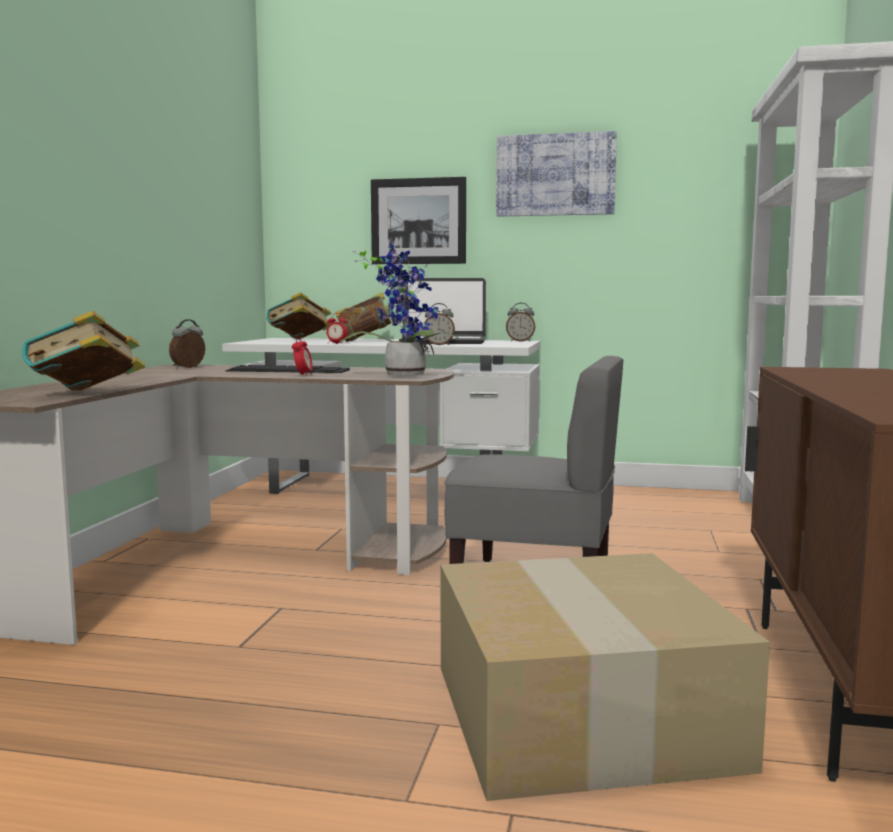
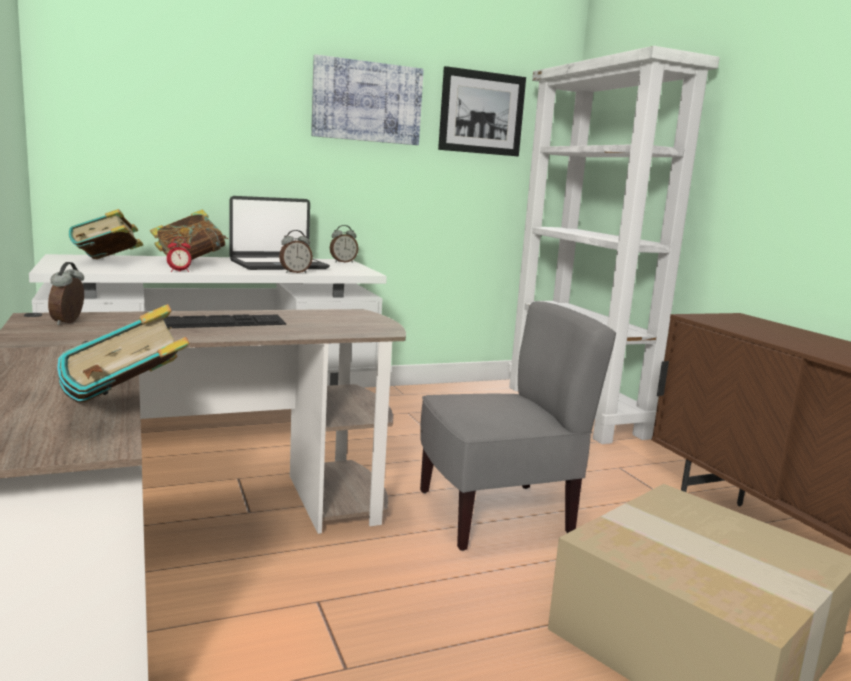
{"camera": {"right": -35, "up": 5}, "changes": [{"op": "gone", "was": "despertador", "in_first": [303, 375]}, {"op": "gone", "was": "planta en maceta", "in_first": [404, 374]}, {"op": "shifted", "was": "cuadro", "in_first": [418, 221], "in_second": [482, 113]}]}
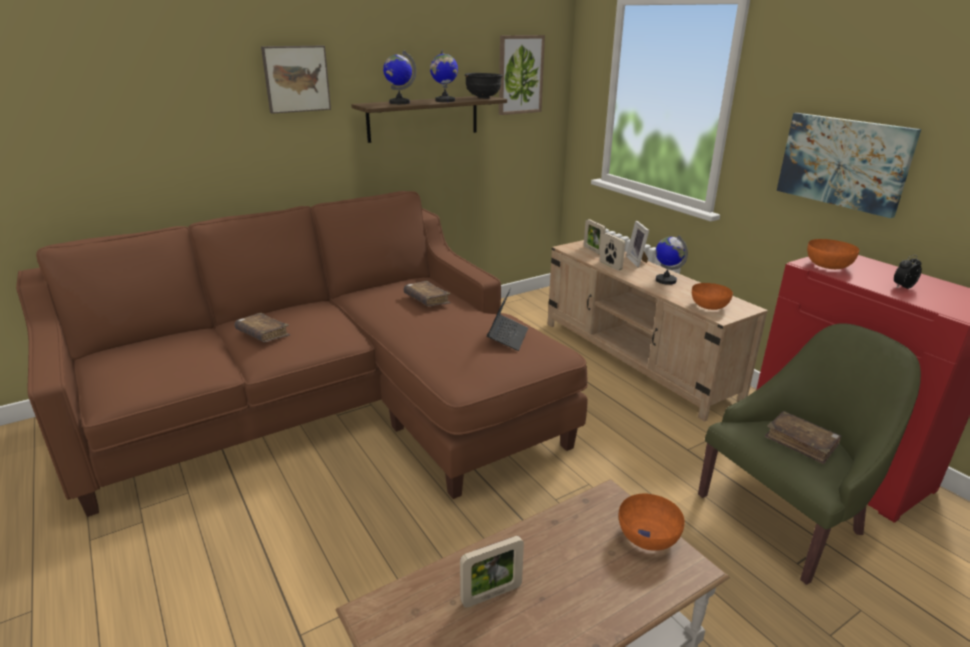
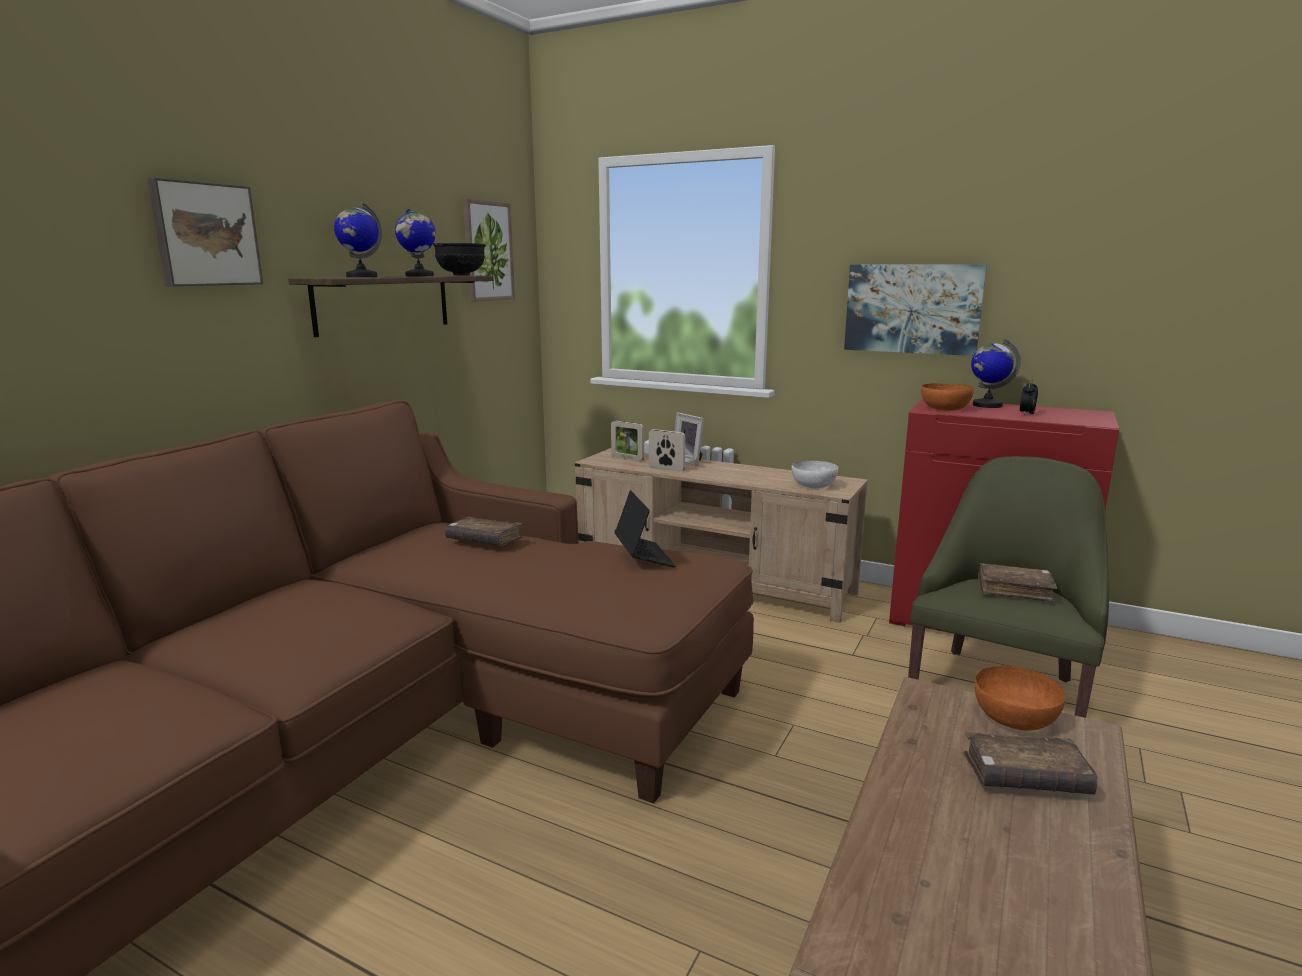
{"camera": {"right": -30, "up": -10}, "changes": [{"op": "shifted", "was": "libro/marrón", "in_first": [263, 334], "in_second": [1025, 777]}, {"op": "gone", "was": "portarretratos", "in_first": [491, 595]}, {"op": "shifted", "was": "globo terráqueo", "in_first": [665, 280], "in_second": [987, 405]}, {"op": "repainted", "was": "cuenco/naranja", "now": "cuenco/blanco", "in_first": [708, 306], "in_second": [813, 486]}]}
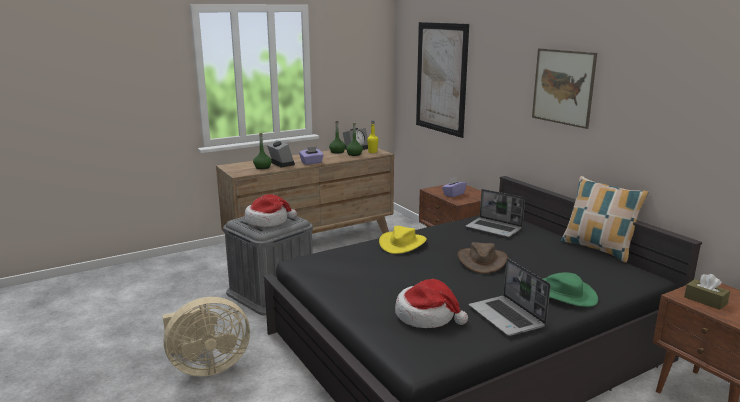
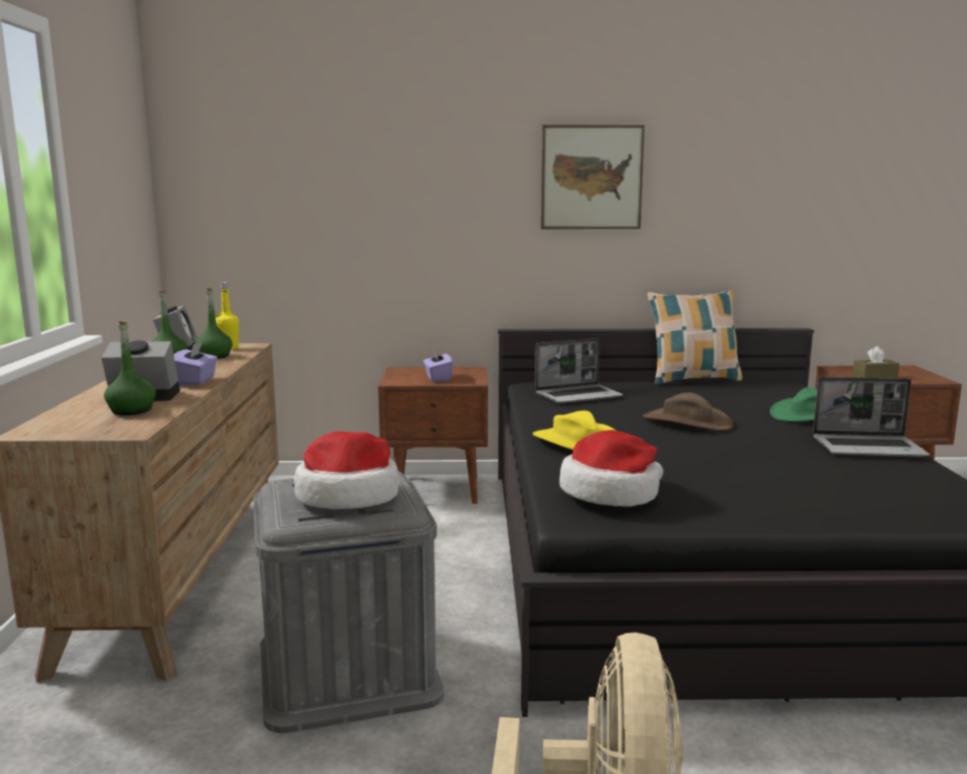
{"camera": {"right": -60, "up": -5}, "changes": [{"op": "shifted", "was": "sombrero", "in_first": [426, 316], "in_second": [611, 493]}, {"op": "gone", "was": "cuadro", "in_first": [441, 78]}]}
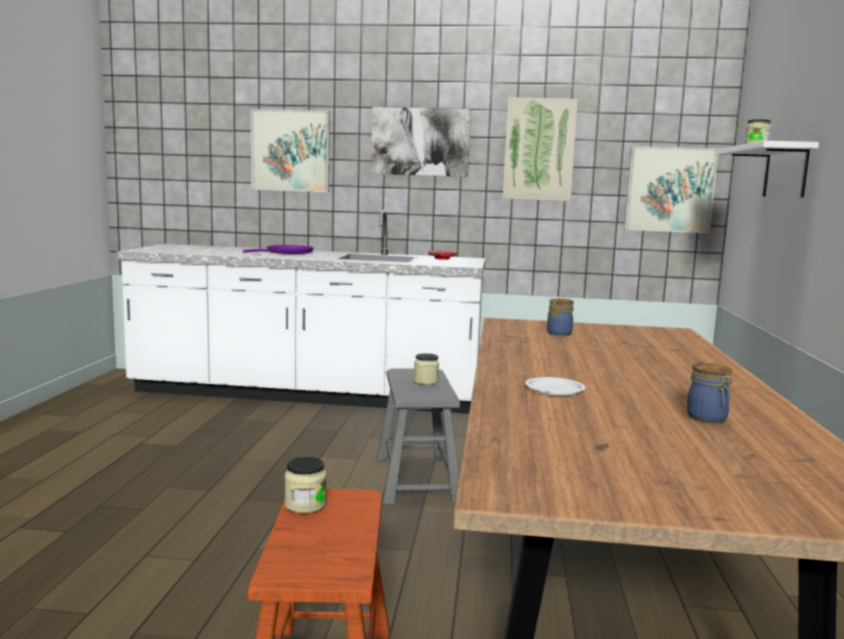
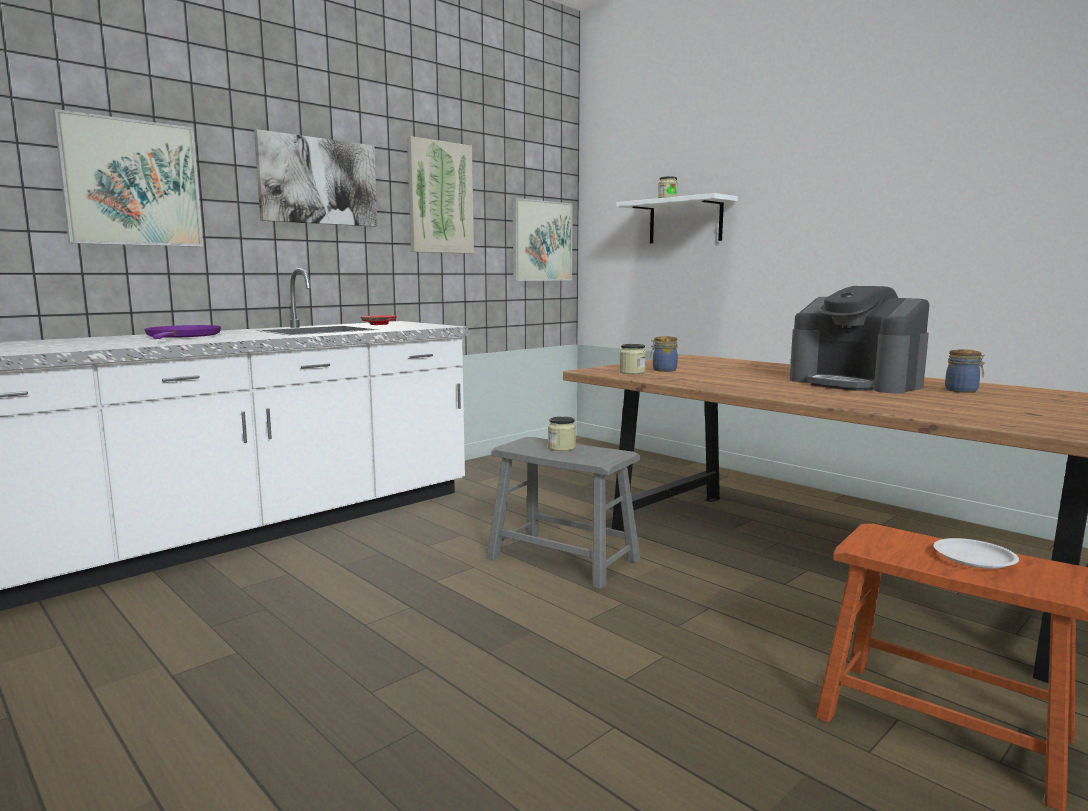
{"camera": {"right": -50, "up": 0}, "changes": [{"op": "shifted", "was": "tarro", "in_first": [305, 505], "in_second": [632, 372]}, {"op": "shifted", "was": "plato/blanco", "in_first": [554, 390], "in_second": [975, 558]}, {"op": "new", "now": "cafetera", "in_second": [856, 383]}]}
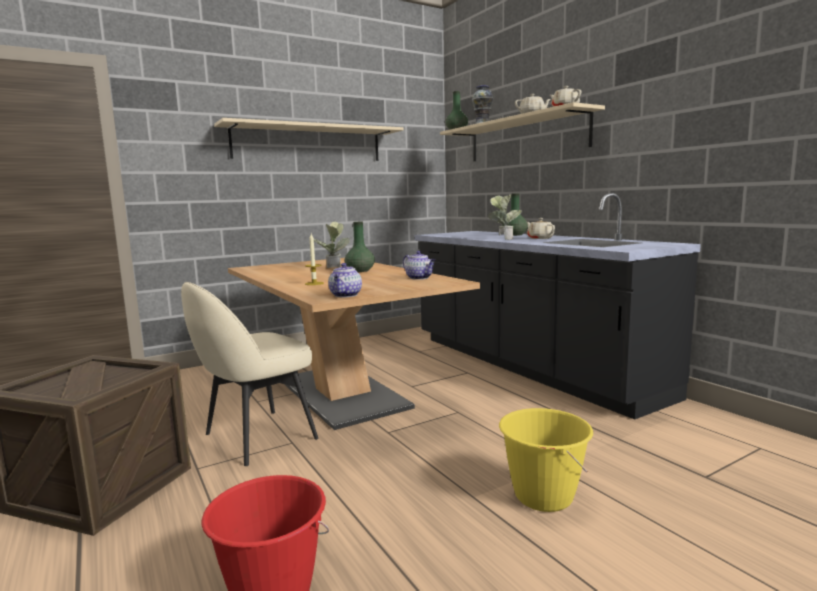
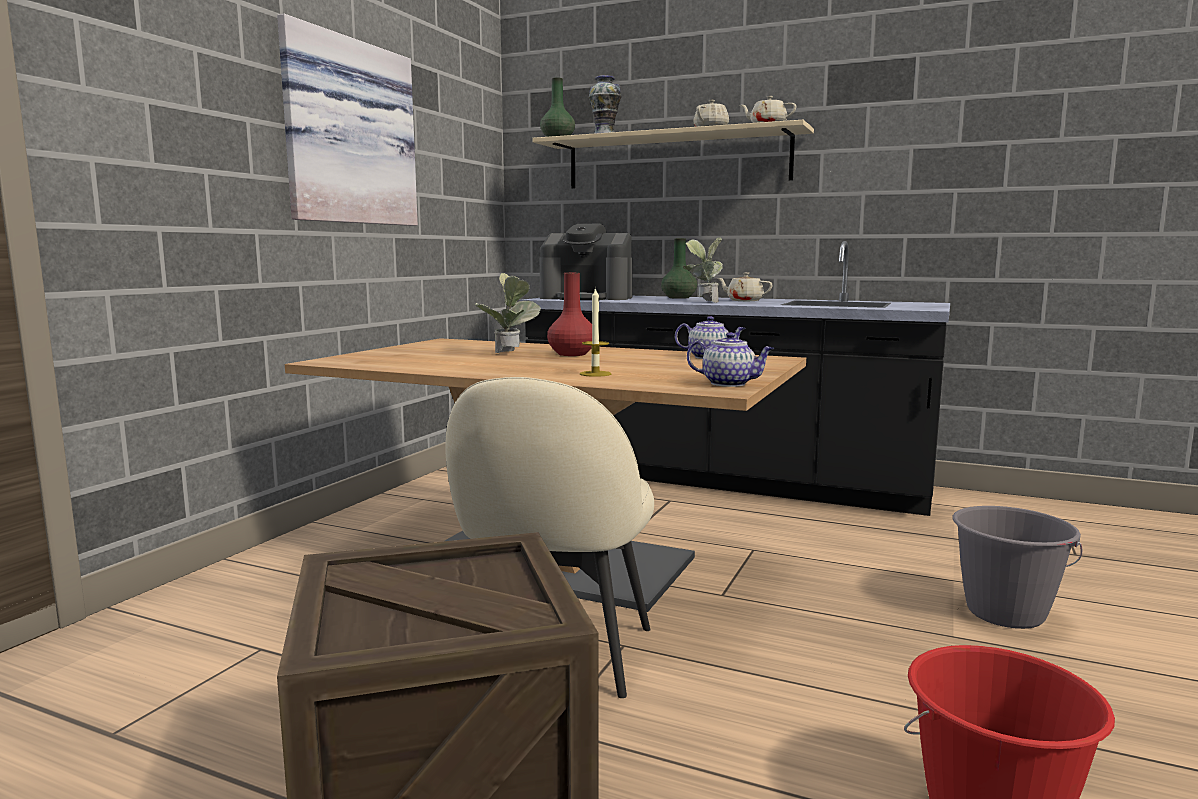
{"camera": {"right": -35, "up": 0}, "changes": [{"op": "swapped", "was": "estante/beis", "now": "cuadro", "in_first": [308, 144], "in_second": [347, 133]}, {"op": "rotated", "was": "tetera", "in_first": [346, 295], "in_second": [730, 384], "clockwise": -45}, {"op": "repainted", "was": "florero/verde", "now": "florero/rojo", "in_first": [360, 271], "in_second": [572, 354]}, {"op": "repainted", "was": "cubo/amarillo", "now": "cubo/gris", "in_first": [543, 496], "in_second": [1005, 613]}, {"op": "new", "now": "cafetera", "in_second": [587, 298]}]}
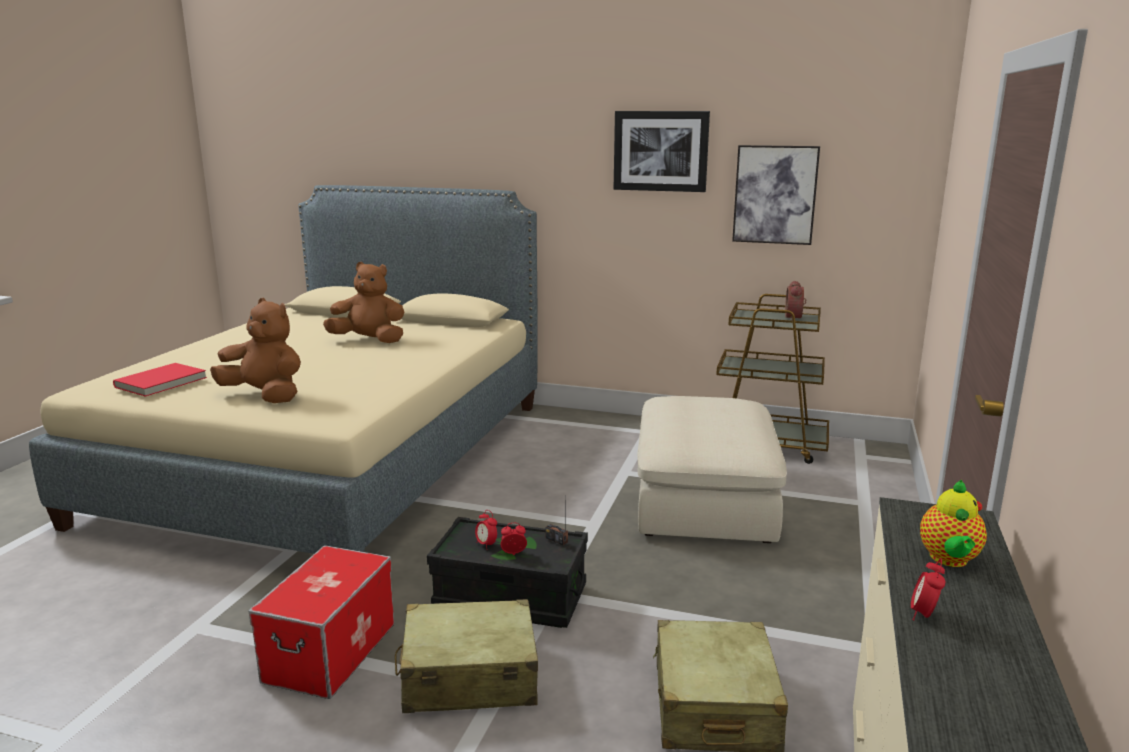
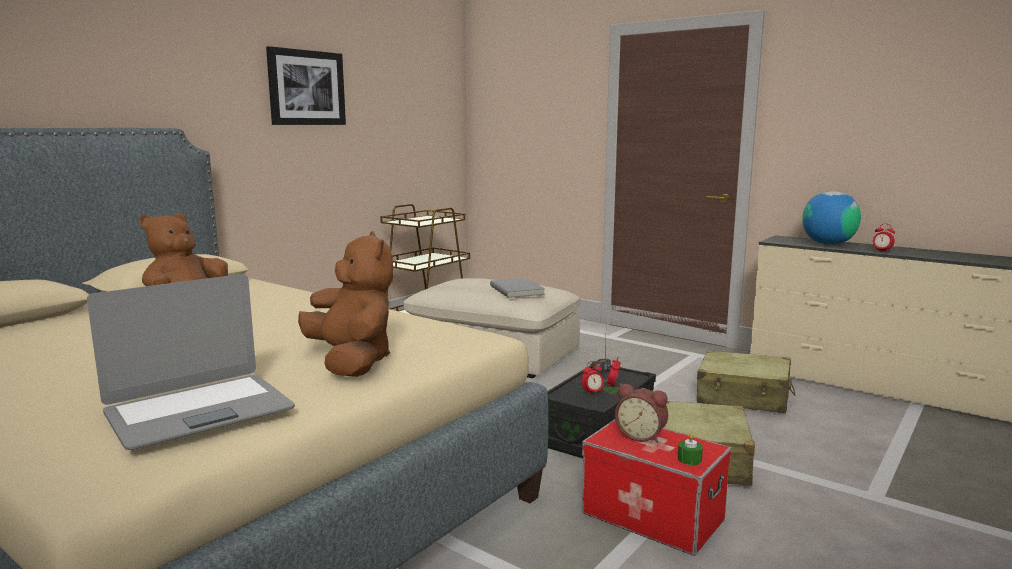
{"camera": {"right": -70, "up": -5}, "changes": [{"op": "swapped", "was": "libro/rojo", "now": "portátil", "in_first": [162, 382], "in_second": [199, 411]}, {"op": "rotated", "was": "peluche/marrón", "in_first": [265, 396], "in_second": [352, 362], "clockwise": 105}, {"op": "gone", "was": "cuadro", "in_first": [775, 195]}, {"op": "shifted", "was": "despertador", "in_first": [795, 317], "in_second": [641, 436]}, {"op": "swapped", "was": "tetera", "now": "globo terráqueo", "in_first": [949, 560], "in_second": [828, 244]}, {"op": "new", "now": "libro/gris", "in_second": [518, 290]}, {"op": "new", "now": "vela/verde", "in_second": [689, 459]}]}
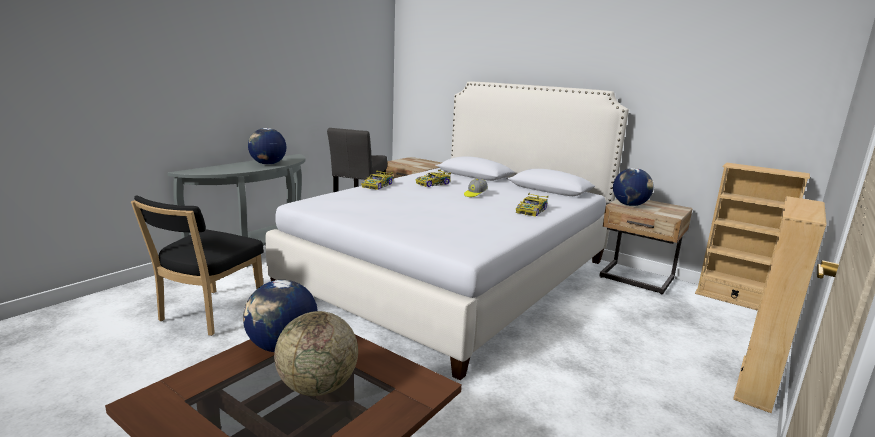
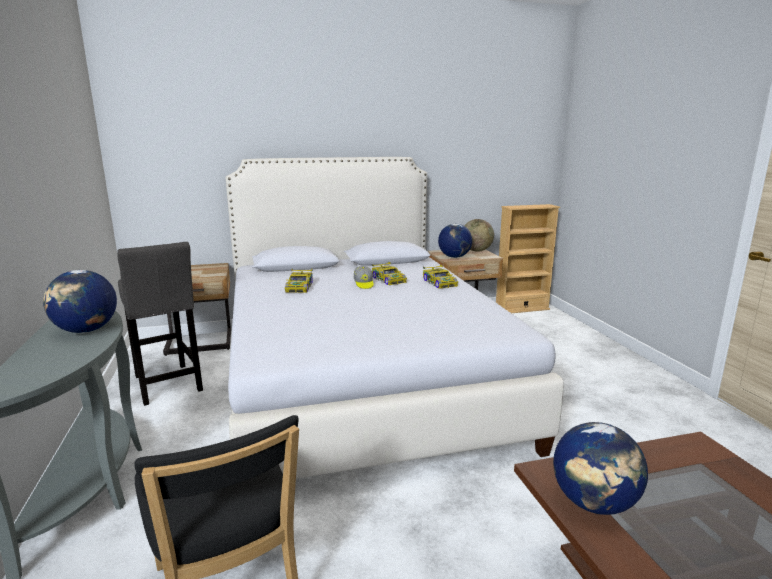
{"camera": {"right": -50, "up": 0}, "changes": [{"op": "shifted", "was": "globo terráqueo", "in_first": [318, 387], "in_second": [476, 251]}, {"op": "shifted", "was": "coche de juguete", "in_first": [378, 185], "in_second": [388, 279]}, {"op": "gone", "was": "estantería/beis", "in_first": [756, 383]}]}
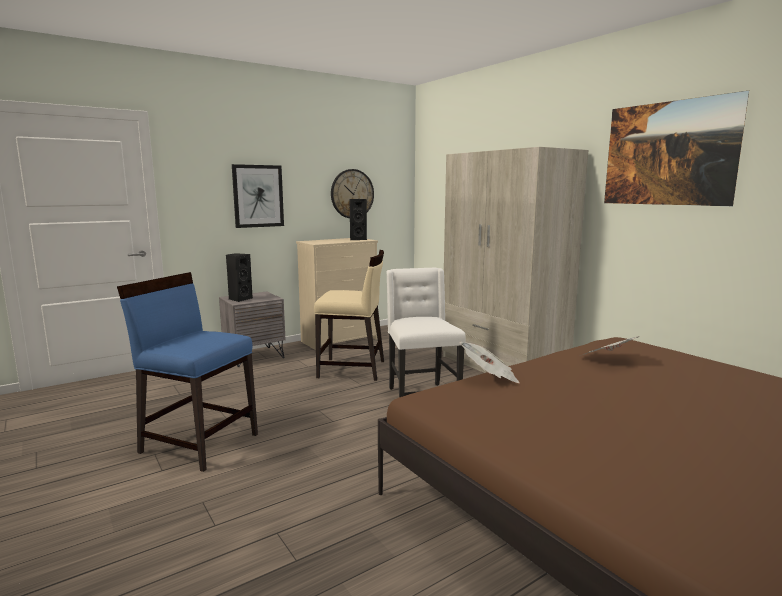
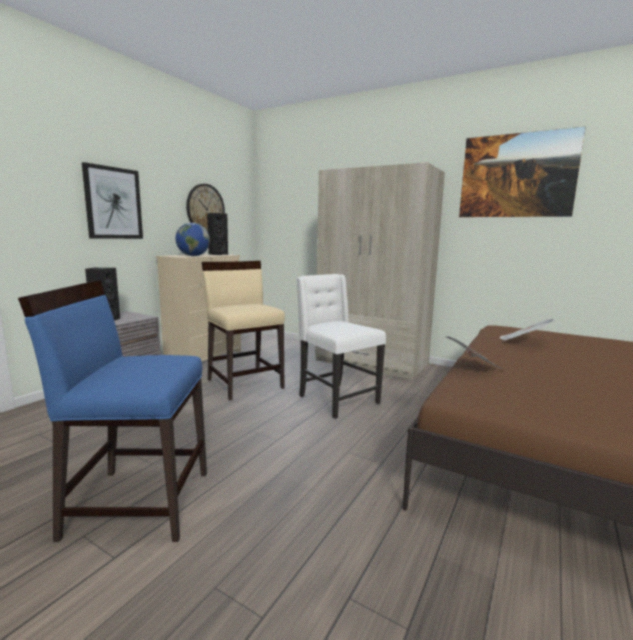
{"camera": {"right": -25, "up": 0}, "changes": [{"op": "rotated", "was": "silla/beis", "in_first": [352, 369], "in_second": [245, 383], "clockwise": -105}, {"op": "new", "now": "globo terráqueo", "in_second": [193, 256]}]}
